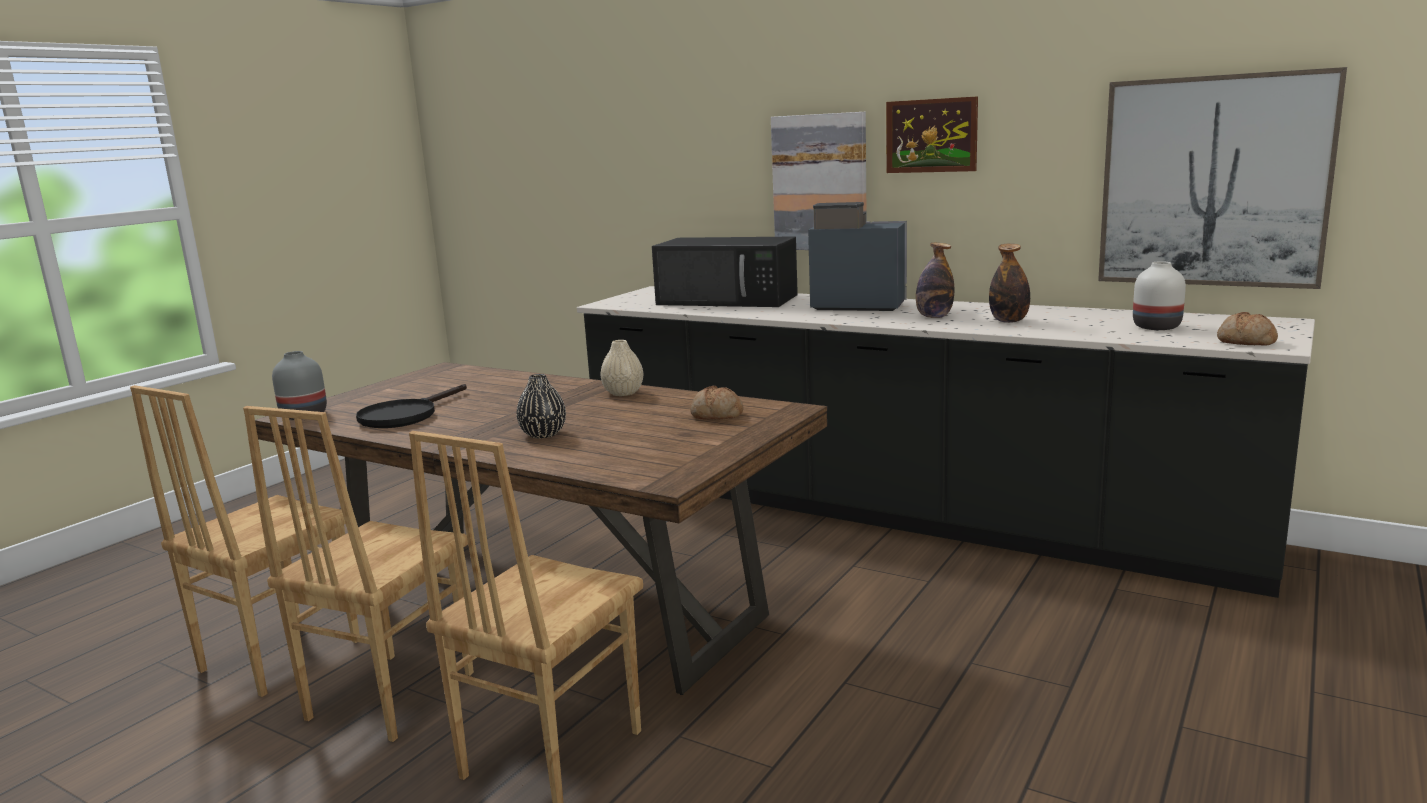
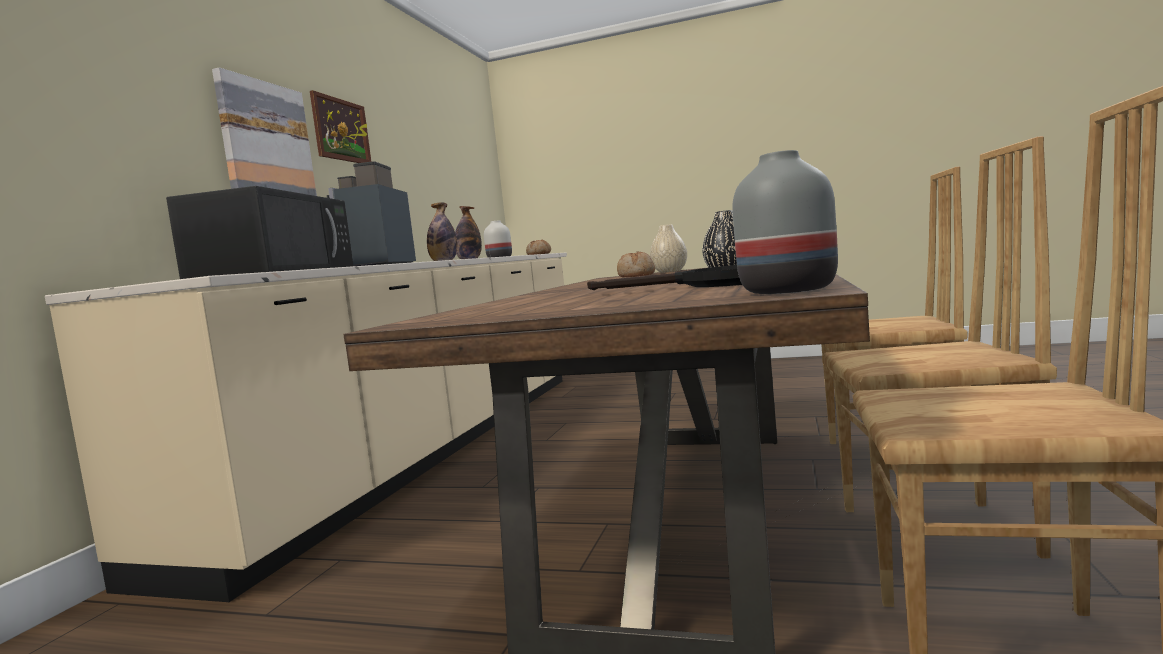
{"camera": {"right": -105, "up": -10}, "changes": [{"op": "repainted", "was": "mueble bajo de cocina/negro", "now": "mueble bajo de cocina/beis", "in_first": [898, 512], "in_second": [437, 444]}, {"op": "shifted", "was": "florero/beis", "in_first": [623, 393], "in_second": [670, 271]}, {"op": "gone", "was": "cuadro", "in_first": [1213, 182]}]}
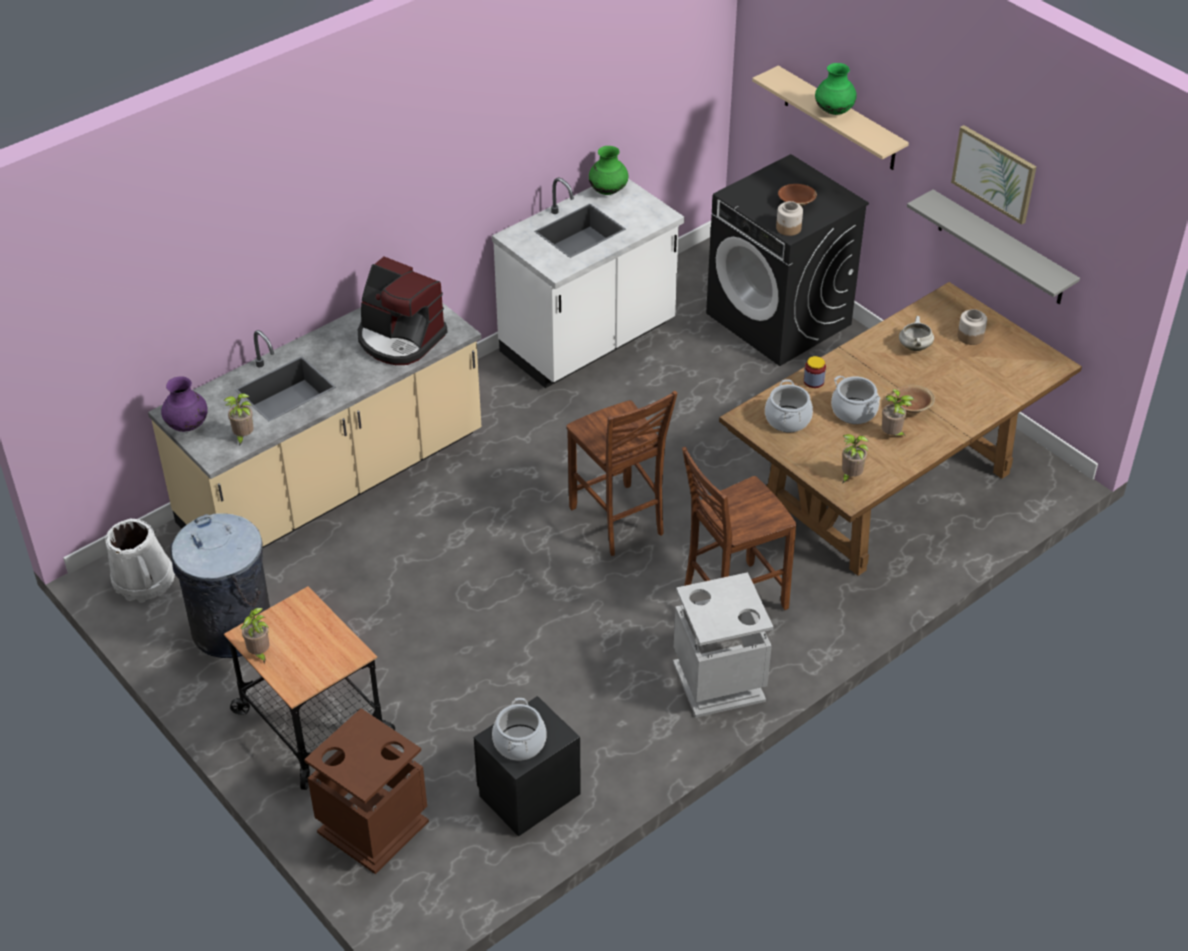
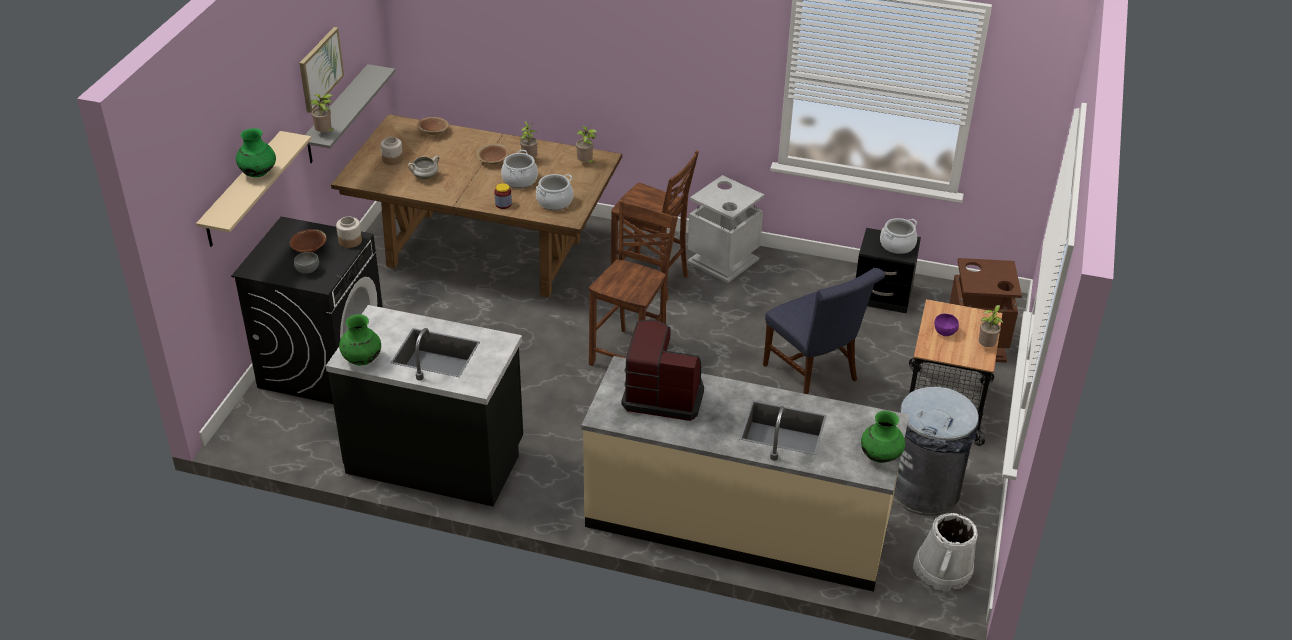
{"camera": {"right": -125, "up": -5}, "changes": [{"op": "repainted", "was": "florero/morado", "now": "florero/verde", "in_first": [187, 425], "in_second": [880, 456]}, {"op": "shifted", "was": "planta en maceta", "in_first": [243, 437], "in_second": [325, 133]}, {"op": "rotated", "was": "cafetera", "in_first": [400, 339], "in_second": [663, 395], "clockwise": -75}, {"op": "repainted", "was": "mueble bajo de cocina/blanco", "now": "mueble bajo de cocina/negro", "in_first": [589, 341], "in_second": [436, 458]}, {"op": "new", "now": "cuenco/gris", "in_second": [307, 270]}, {"op": "new", "now": "cuenco/marrón", "in_second": [433, 132]}, {"op": "new", "now": "silla/azul", "in_second": [814, 375]}, {"op": "new", "now": "cuenco/morado", "in_second": [945, 332]}]}
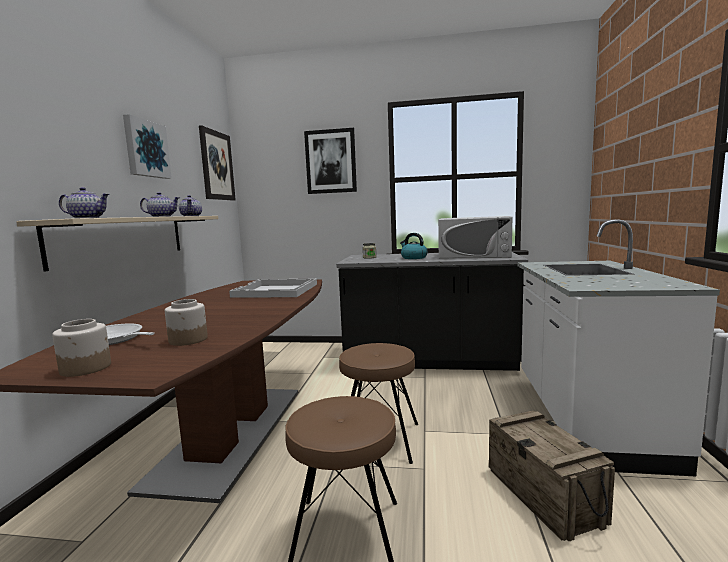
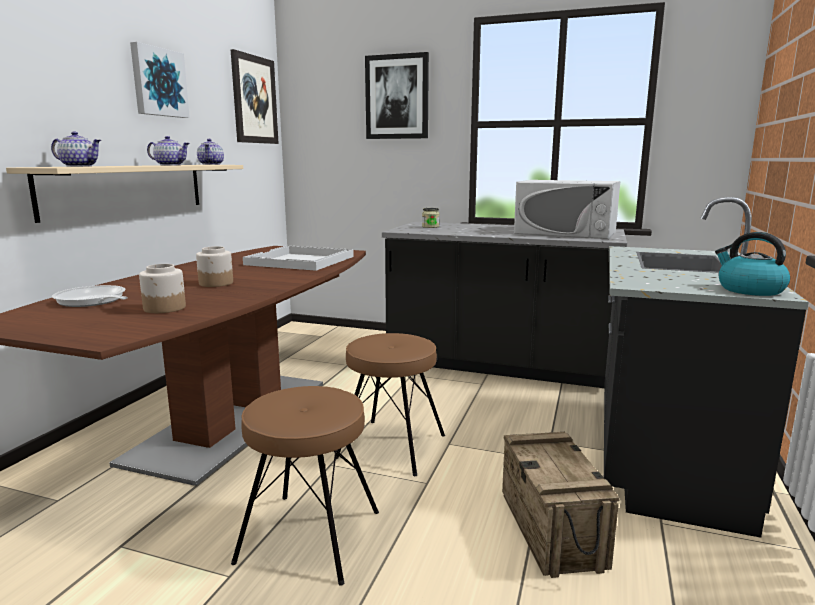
{"camera": {"right": 10, "up": 5}, "changes": [{"op": "shifted", "was": "tarro", "in_first": [86, 368], "in_second": [216, 283]}, {"op": "shifted", "was": "hervidor", "in_first": [413, 258], "in_second": [749, 290]}, {"op": "repainted", "was": "mueble bajo de cocina/blanco", "now": "mueble bajo de cocina/negro", "in_first": [586, 418], "in_second": [661, 455]}]}
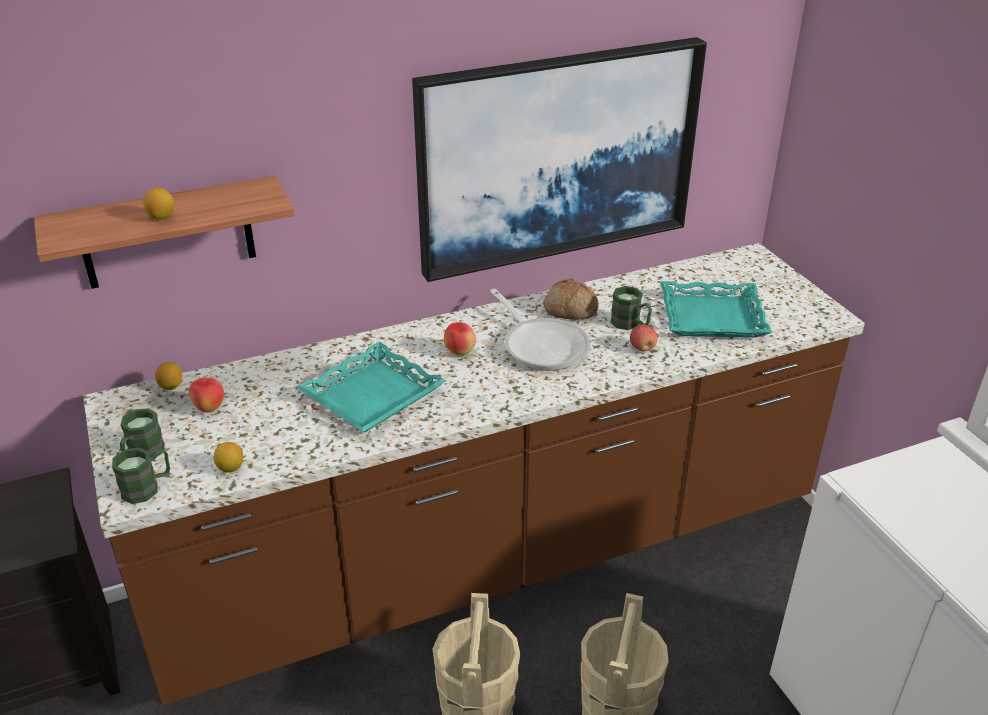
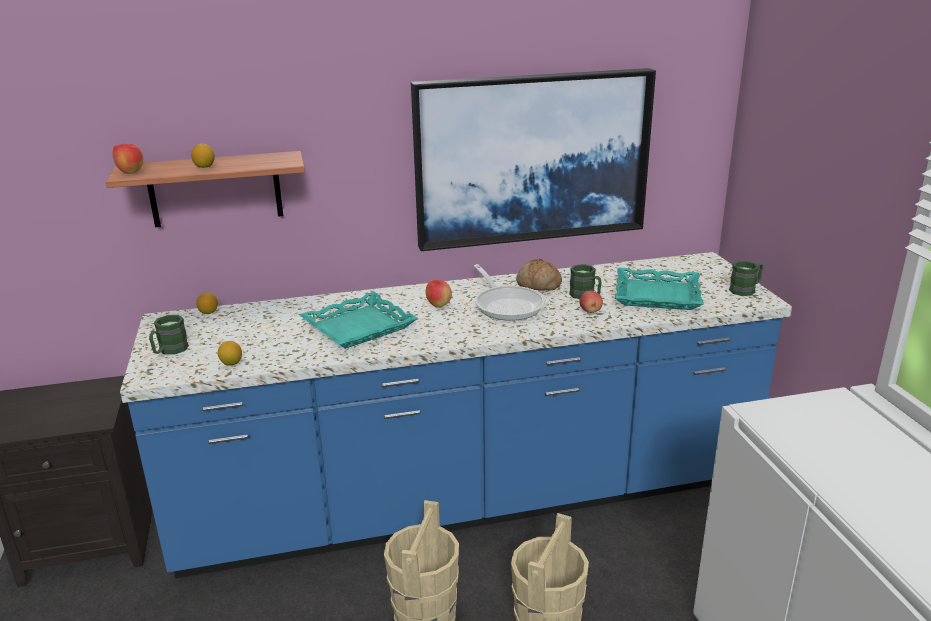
{"camera": {"right": 10, "up": -10}, "changes": [{"op": "repainted", "was": "mueble bajo de cocina/marrón", "now": "mueble bajo de cocina/azul", "in_first": [493, 559], "in_second": [469, 501]}, {"op": "shifted", "was": "taza grande/verde", "in_first": [147, 487], "in_second": [746, 290]}, {"op": "shifted", "was": "manzana", "in_first": [209, 408], "in_second": [130, 172]}]}
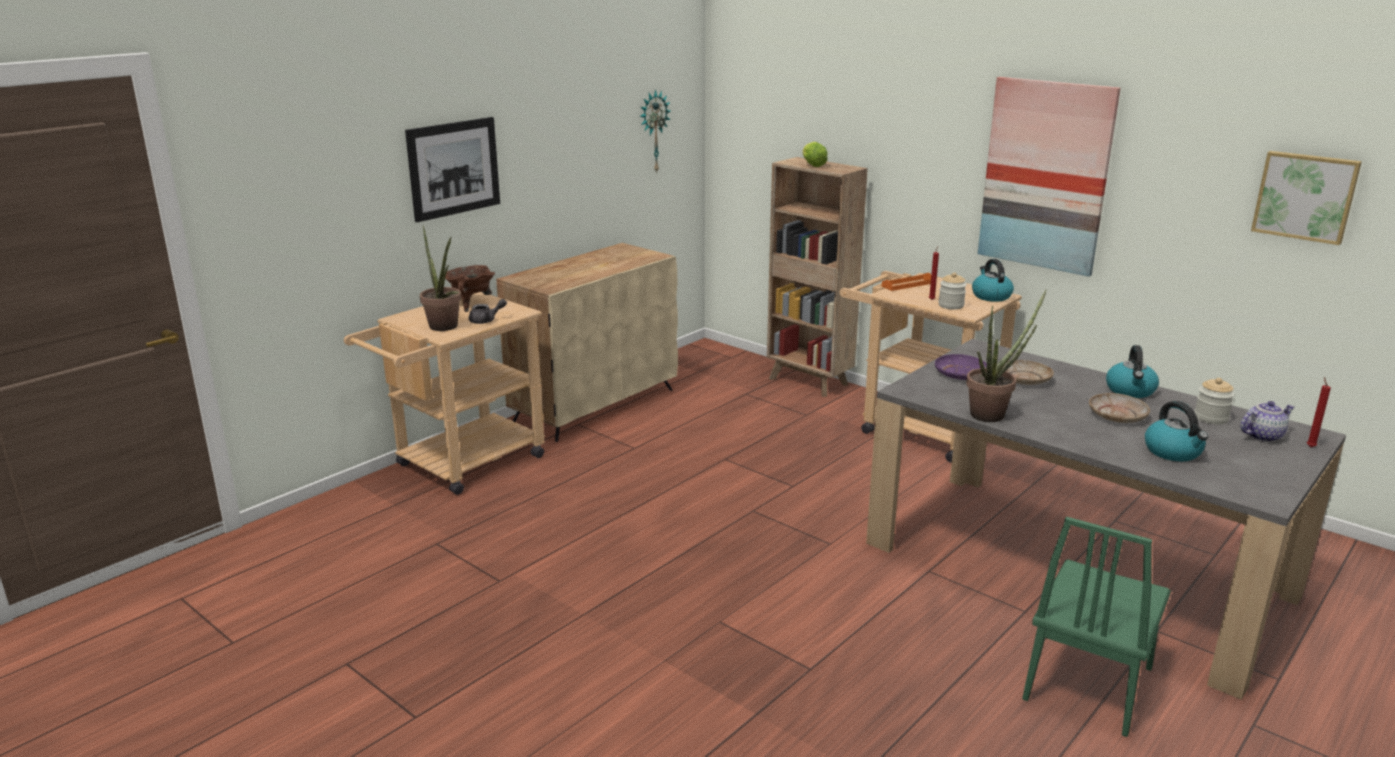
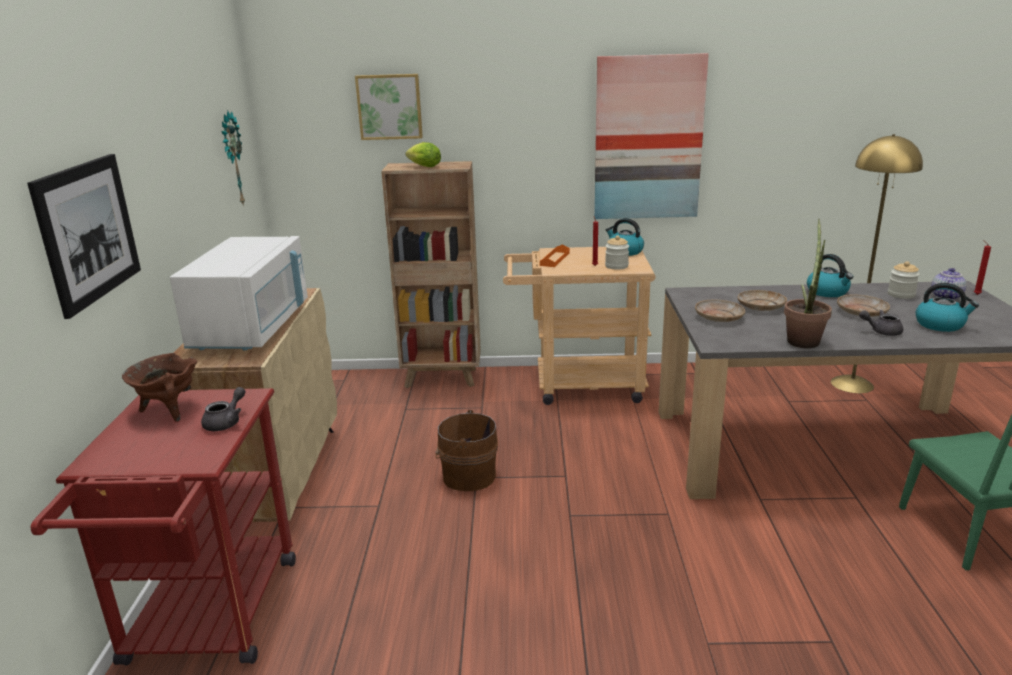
{"camera": {"right": -40, "up": 0}, "changes": [{"op": "repainted", "was": "carrito/beis", "now": "carrito/rojo", "in_first": [461, 465], "in_second": [207, 622]}, {"op": "gone", "was": "planta en maceta", "in_first": [445, 328]}, {"op": "repainted", "was": "plato/morado", "now": "plato/beis", "in_first": [960, 374], "in_second": [719, 317]}, {"op": "shifted", "was": "cuadro", "in_first": [1305, 196], "in_second": [389, 106]}, {"op": "new", "now": "microondas/blanco", "in_second": [252, 328]}, {"op": "new", "now": "cubo/marrón", "in_second": [466, 476]}, {"op": "new", "now": "lámpara de pie/amarillo", "in_second": [852, 384]}, {"op": "new", "now": "tetera/gris", "in_second": [881, 331]}]}
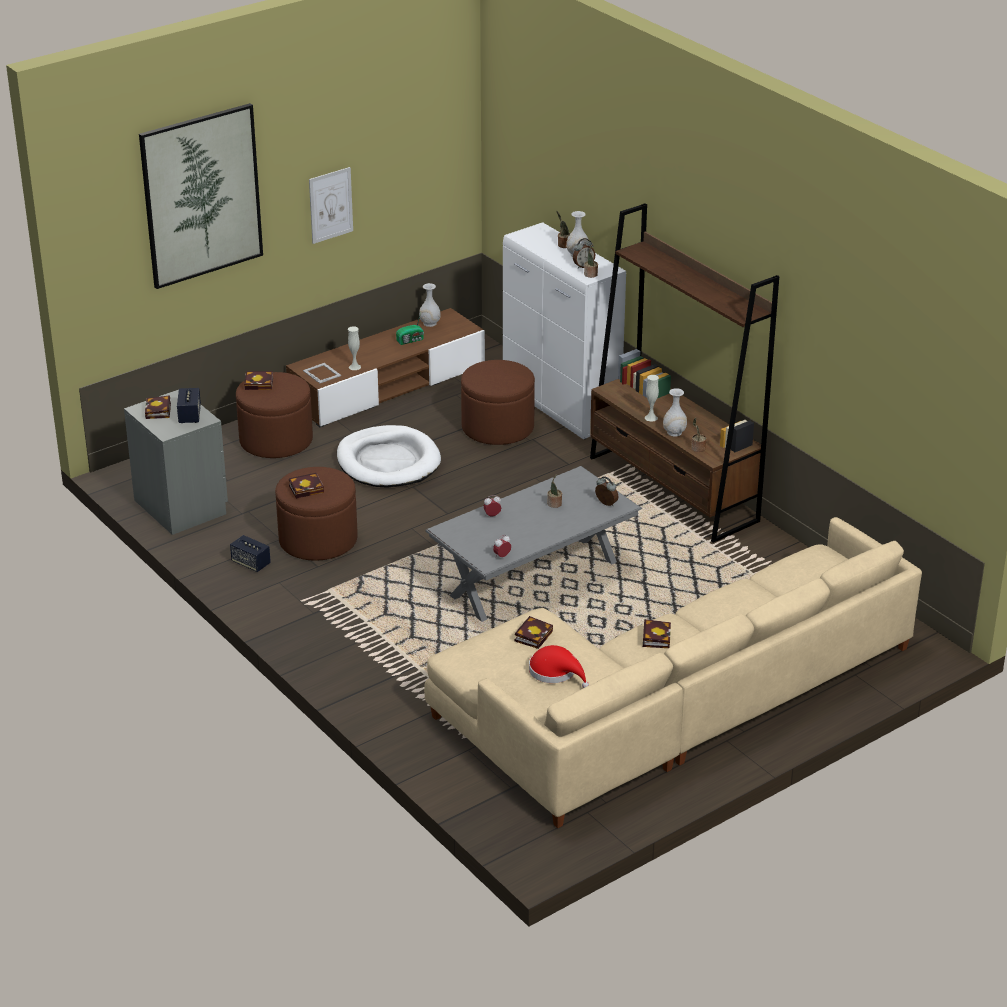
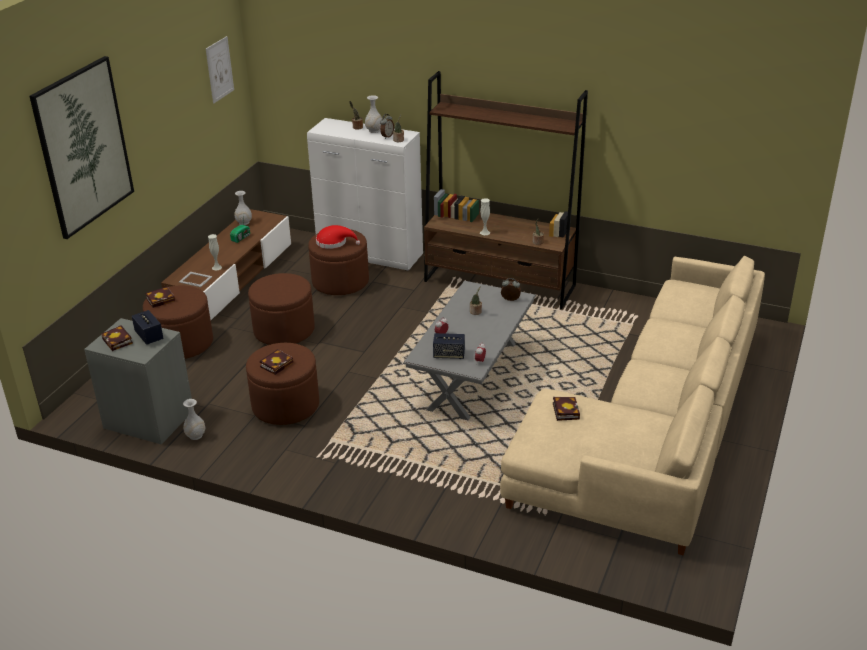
{"camera": {"right": -30, "up": 0}, "changes": [{"op": "shifted", "was": "altavoz", "in_first": [251, 563], "in_second": [449, 355]}, {"op": "shifted", "was": "cuadro", "in_first": [331, 205], "in_second": [219, 69]}, {"op": "swapped", "was": "cama para perro/blanco", "now": "puf/marrón", "in_first": [388, 462], "in_second": [284, 330]}, {"op": "shifted", "was": "sombrero/rojo", "in_first": [556, 672], "in_second": [334, 242]}, {"op": "gone", "was": "libro", "in_first": [655, 636]}, {"op": "shifted", "was": "florero/blanco", "in_first": [674, 432], "in_second": [196, 436]}]}
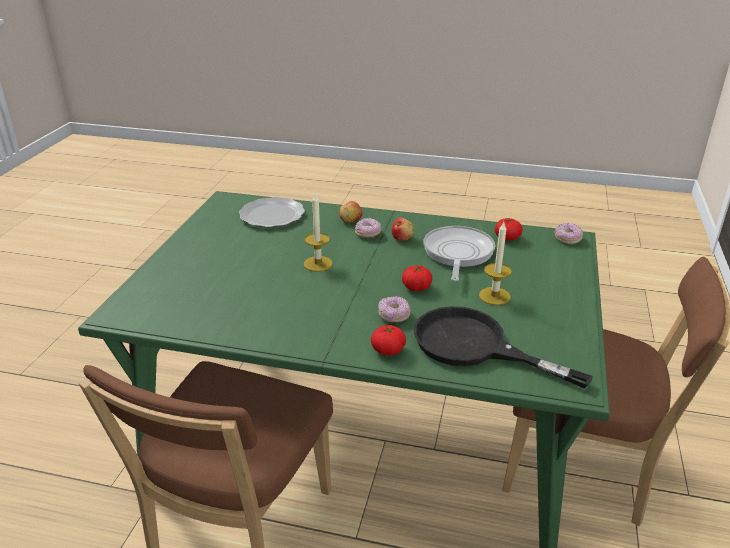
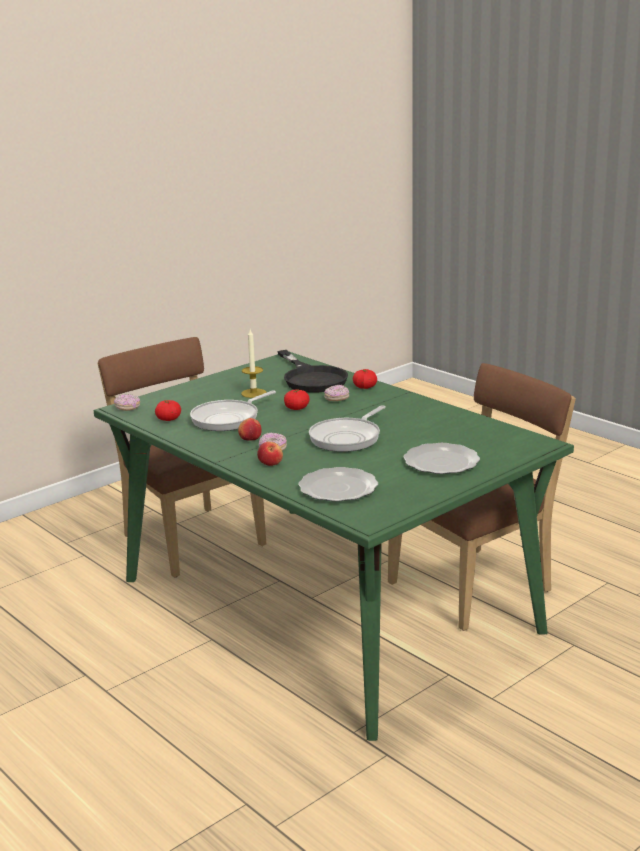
{"camera": {"right": -145, "up": -10}, "changes": [{"op": "swapped", "was": "vela", "now": "sartén", "in_first": [318, 264], "in_second": [348, 438]}, {"op": "new", "now": "plato", "in_second": [440, 462]}]}
